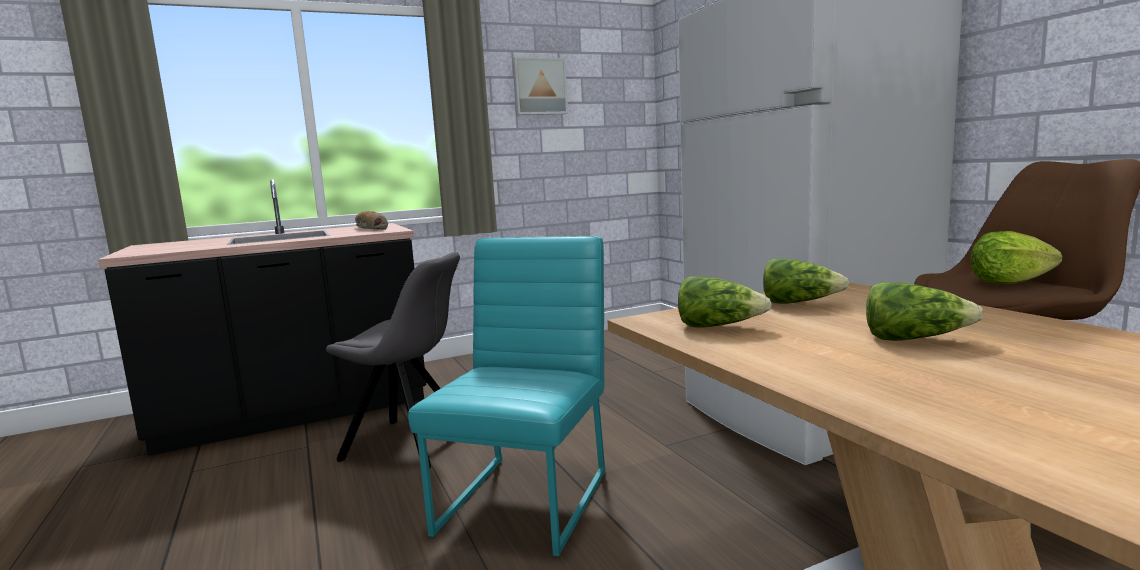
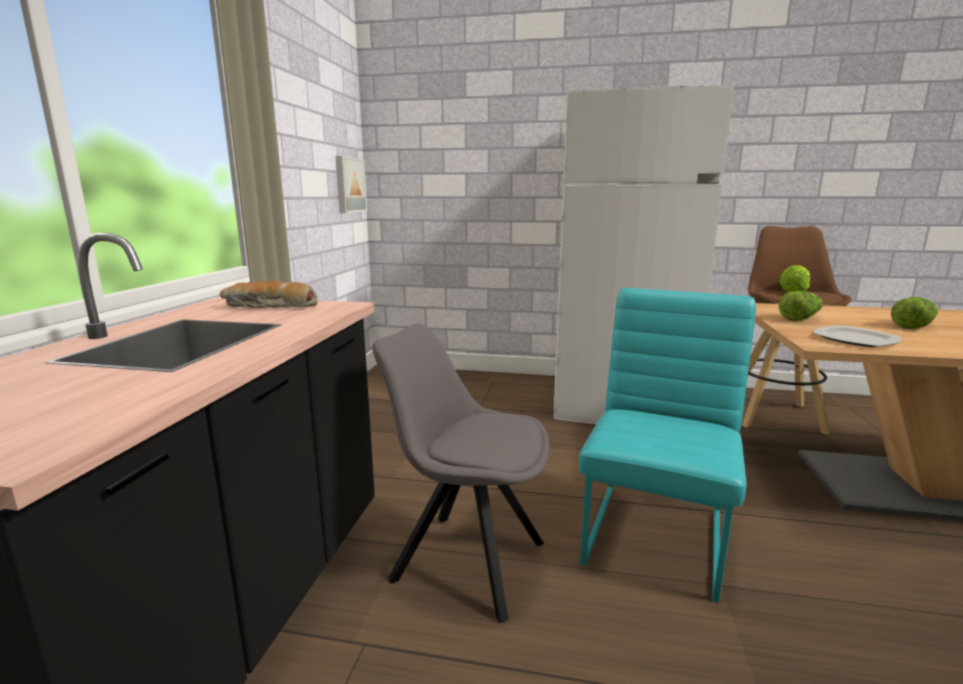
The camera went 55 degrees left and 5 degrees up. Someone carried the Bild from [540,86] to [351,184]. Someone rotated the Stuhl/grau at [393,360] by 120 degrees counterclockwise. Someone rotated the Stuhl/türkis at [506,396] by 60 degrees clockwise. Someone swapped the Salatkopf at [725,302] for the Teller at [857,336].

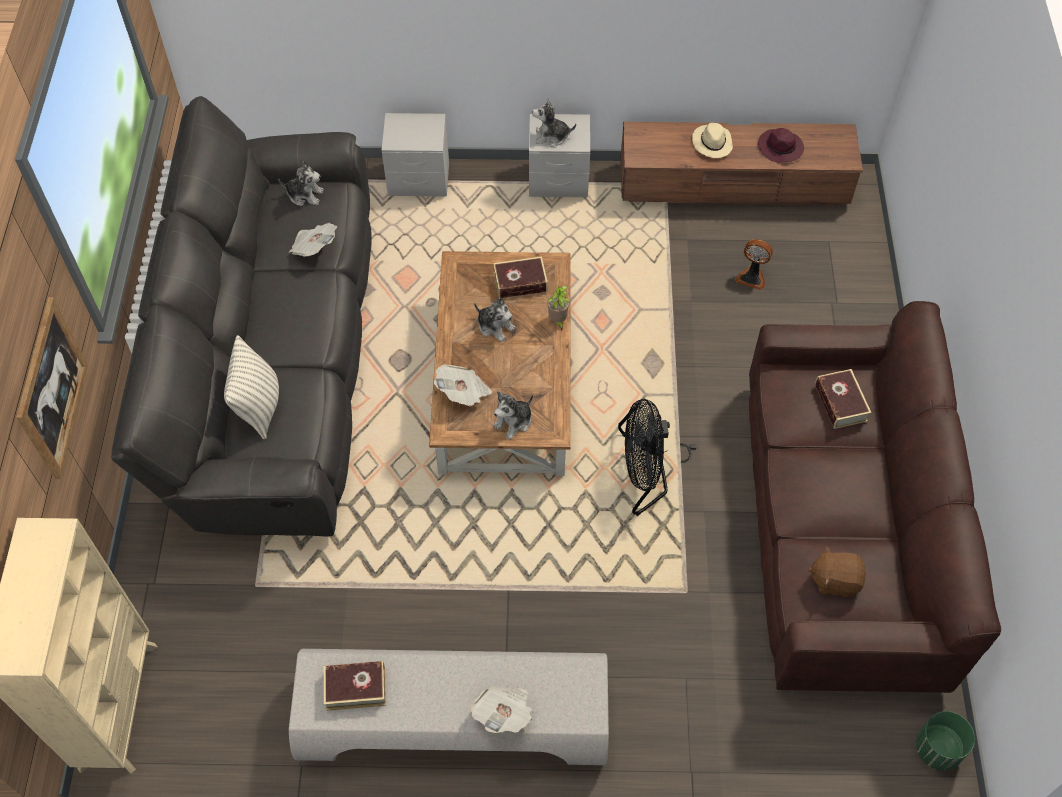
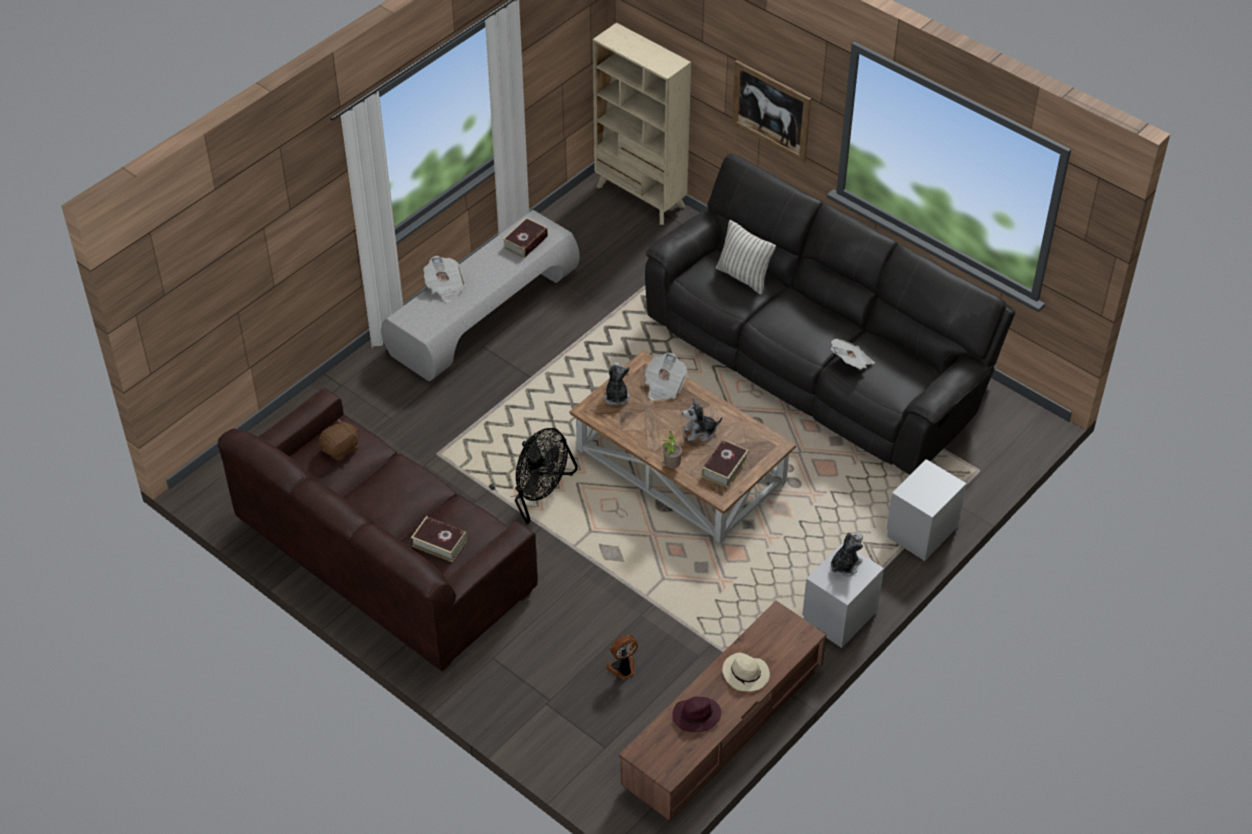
The camera went 130 degrees right and 10 degrees down. Someone rotated the Ventilator/schwarz at [658,457] by 90 degrees clockwise. Someone took away the Plüschtier at [301,183]. Someone took away the Pflanzkübel/grün at [945,741].

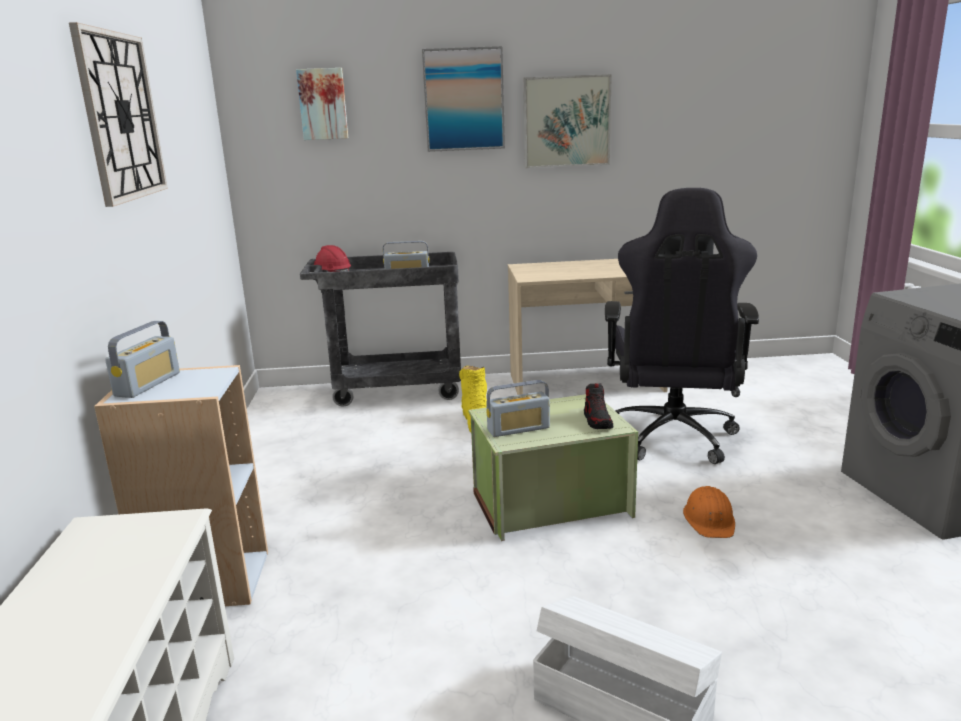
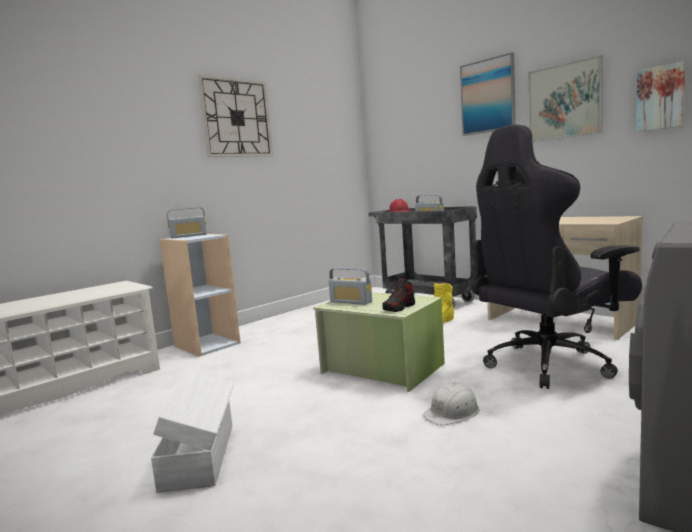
The camera went 50 degrees right and 10 degrees down. Someone repainted the Schutzhelm/orange at [709,512], which became the Schutzhelm/weiß at [450,404]. Someone carried the Bild from [322,104] to [661,96].

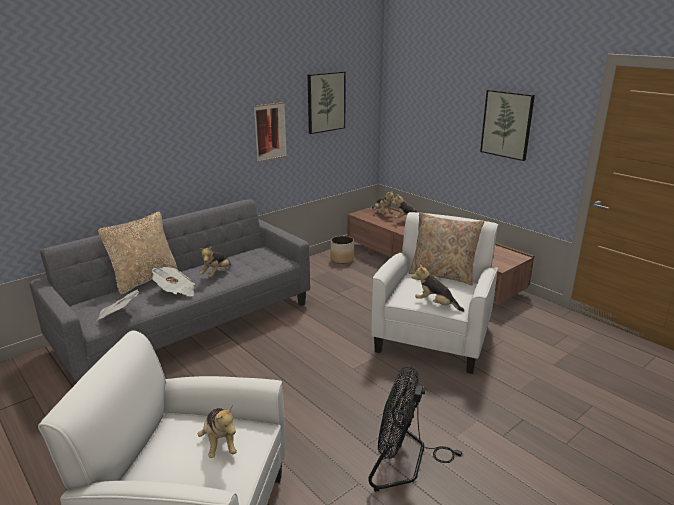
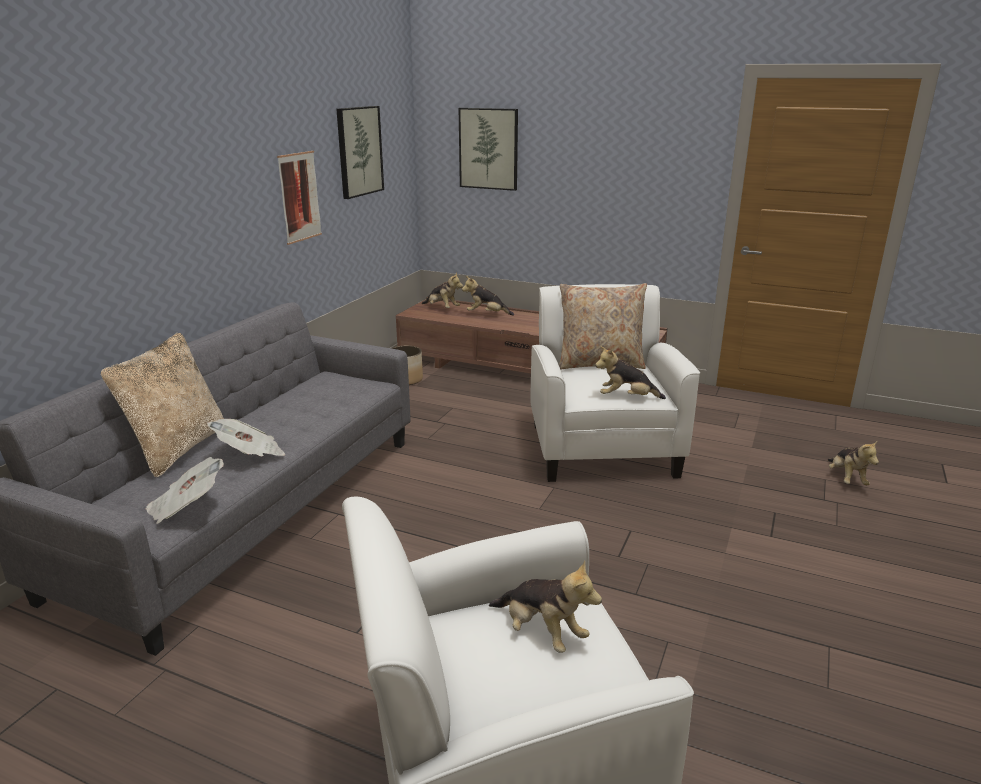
The camera went 25 degrees left and 0 degrees up. Someone carried the Bild from [507,125] to [488,149]. Someone carried the Plüschtier from [215,262] to [853,462]. Someone took away the Ventilator/schwarz at [416,429].

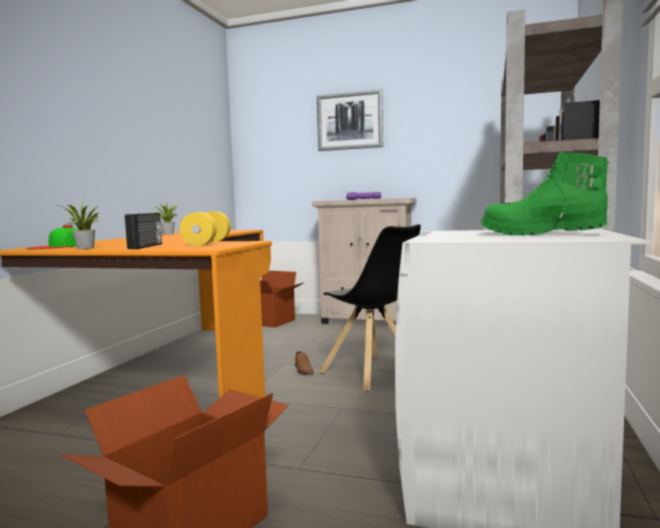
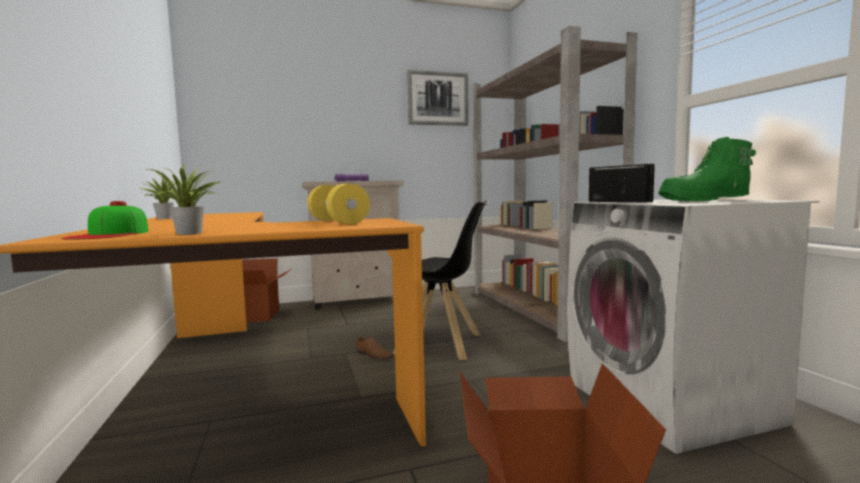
The camera went 35 degrees left and 0 degrees up. Someone carried the Bild from [350,120] to [437,98]. Someone carried the Radio from [143,231] to [622,183].

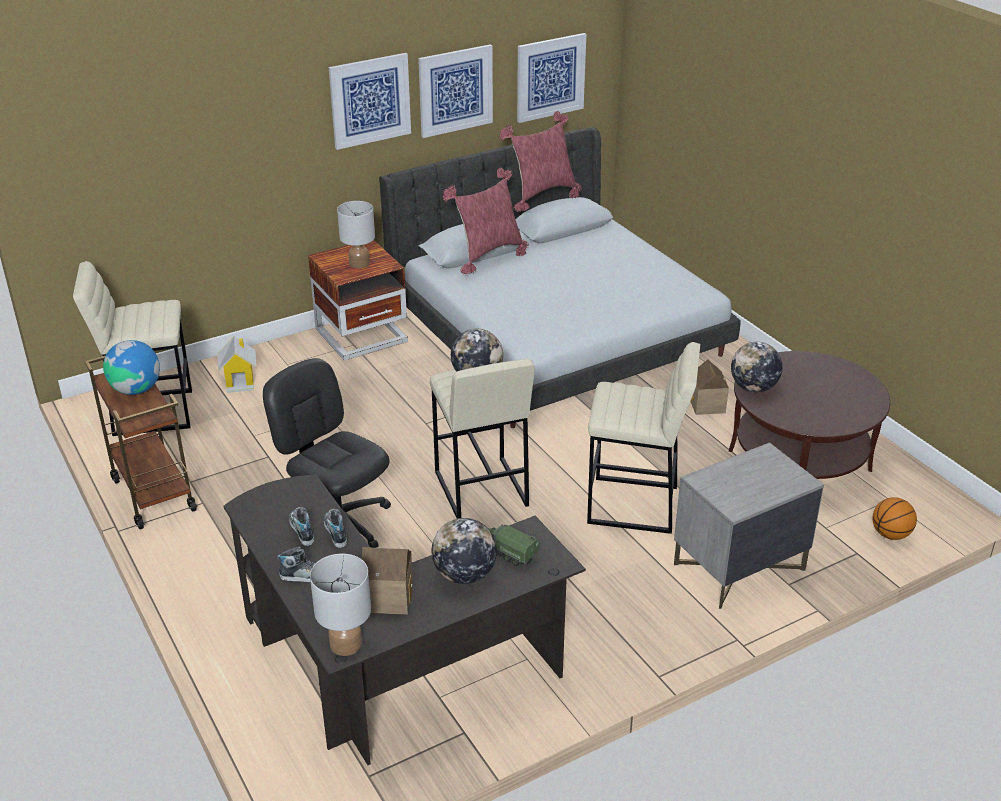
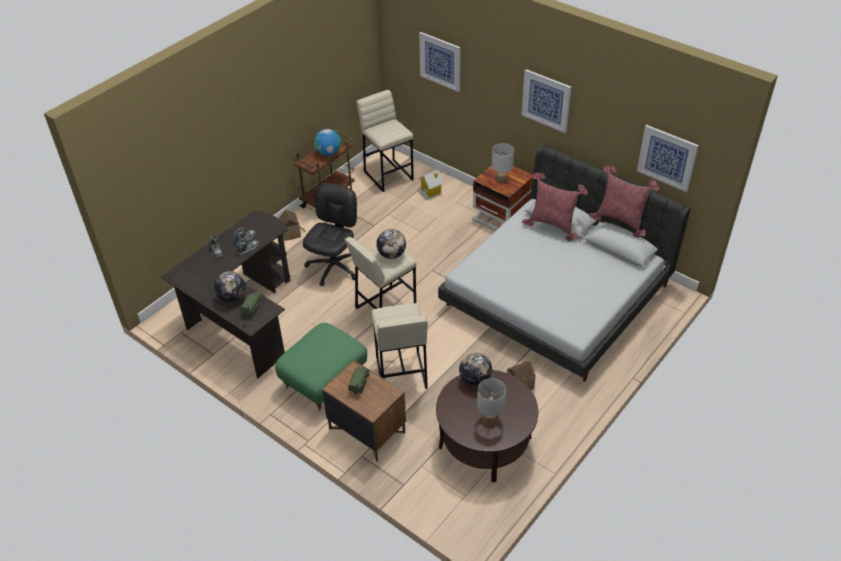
The camera went 70 degrees right and 10 degrees up. Someone put down the Polsterhocker/grün at [321,366]. Someone carried the Spielzeughaus from [387,581] to [292,225]. Someone repainted the Nachttisch/grau at [749,525], which became the Nachttisch/braun at [364,411]. Someone put down the Spielzeuglaster at [359,380]. Someone carried the Bild from [455,91] to [440,62]. Someone carried the Tischlampe/grau from [340,605] to [491,401]. Someone took away the Basketball at [895,518].

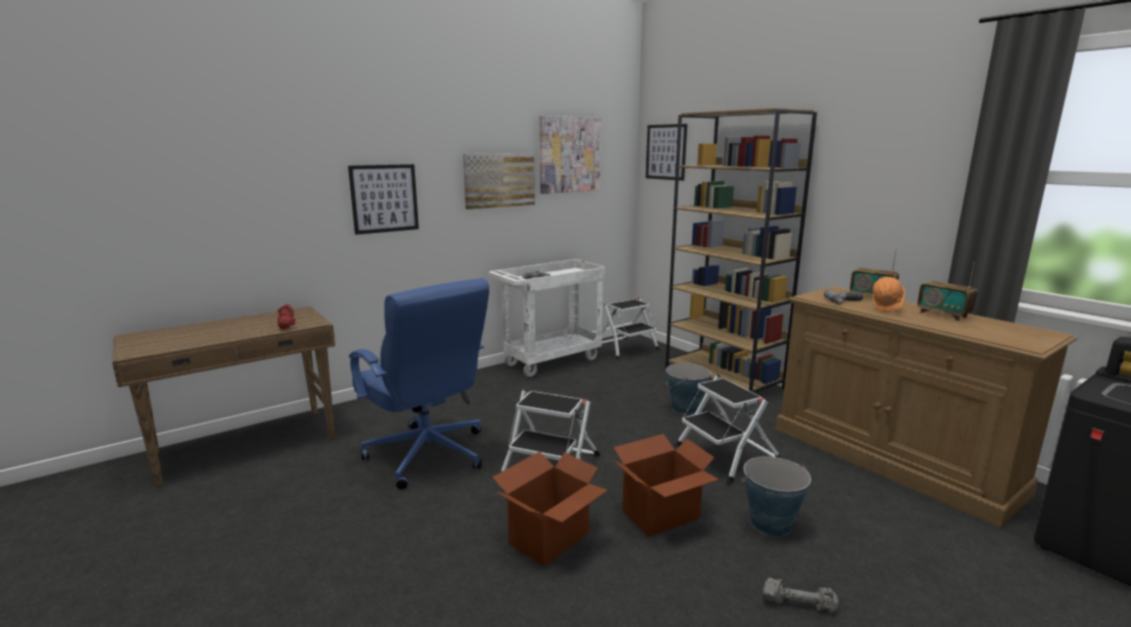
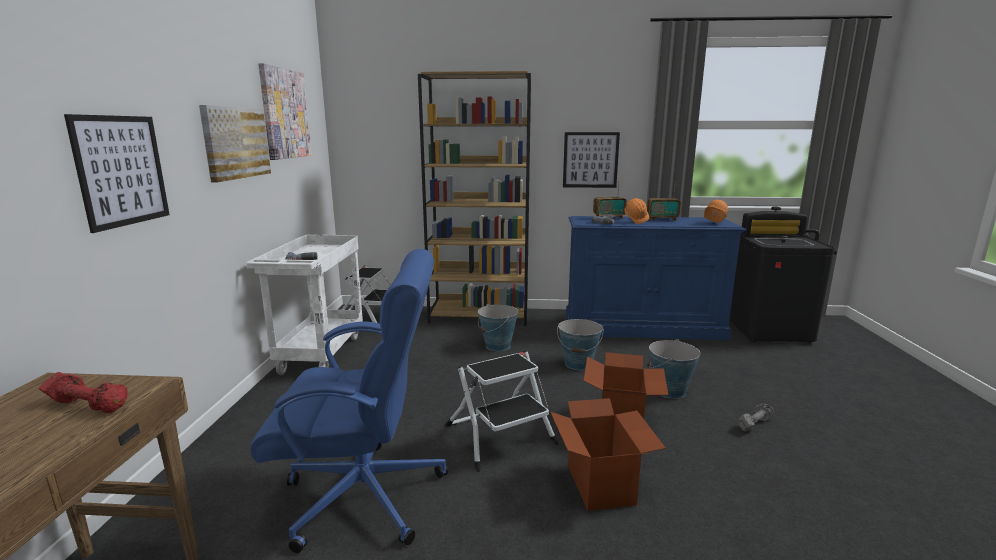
The camera went 50 degrees left and 0 degrees up. Someone swapped the Trittleiter at [728,429] for the Eimer at [580,344]. Someone carried the Bild from [666,152] to [591,160]. Someone repainted the Schrank/braun at [926,407], which became the Schrank/blau at [656,278]. Someone put down the Schutzhelm/orange at [716,211].

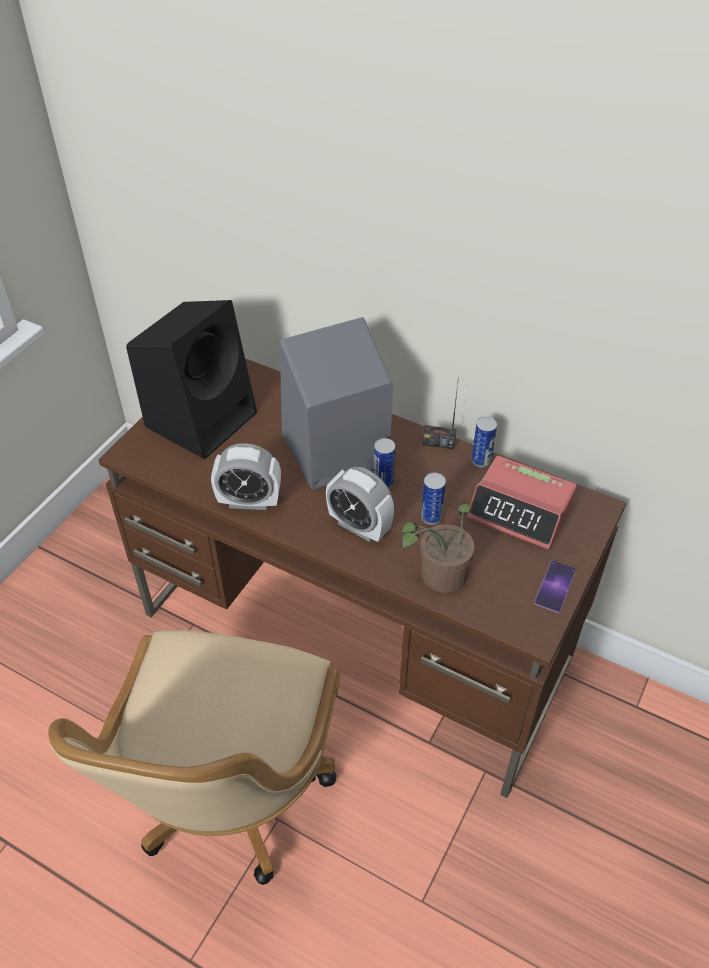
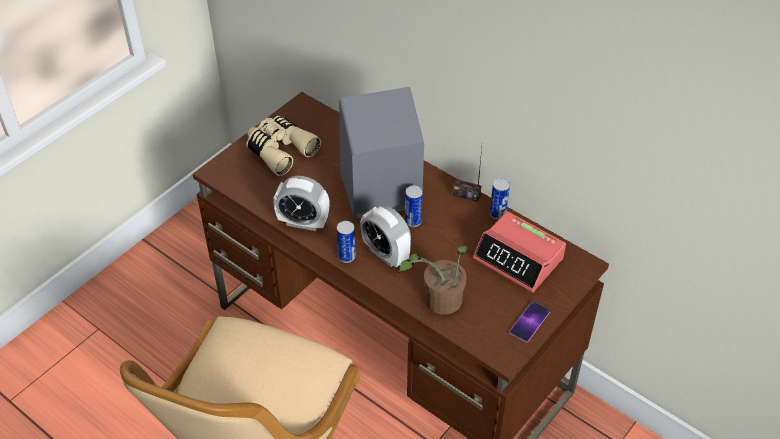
The camera went 10 degrees right and 0 degrees up. Someone swapped the Lautsprecher/schwarz at [191,379] for the Fernglas/beige at [283,146]. Someone carried the Dose from [433,499] to [346,242].

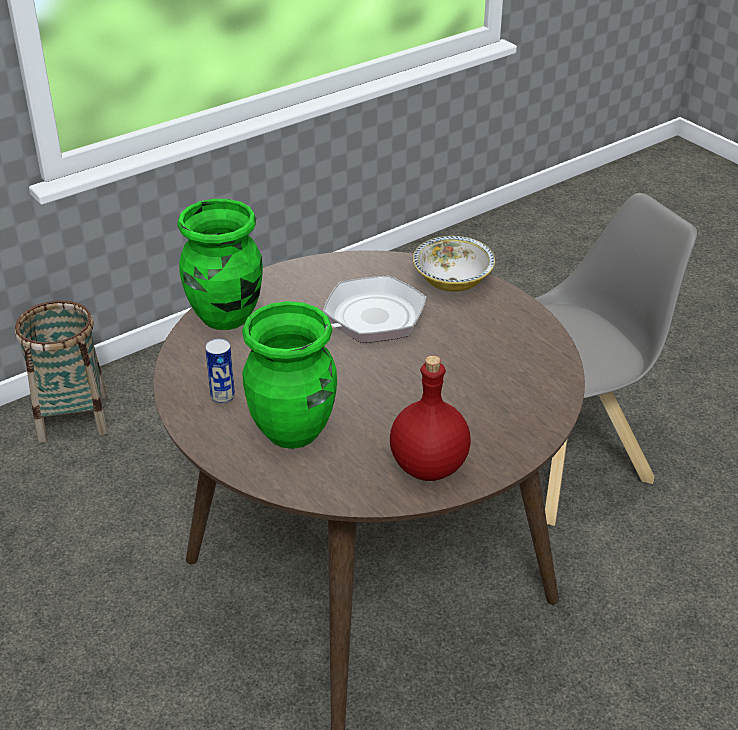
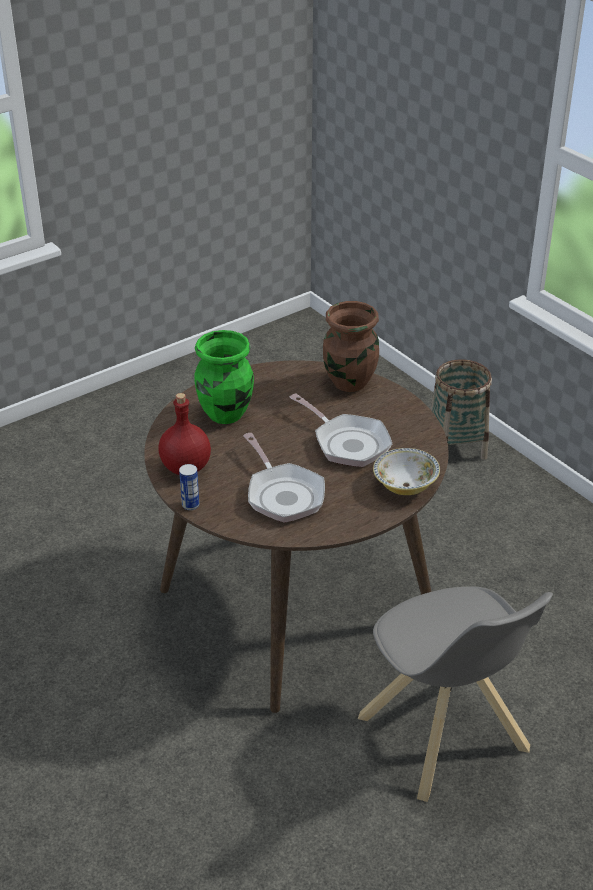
The camera went 90 degrees right and 0 degrees up. Someone carried the Dose from [220,371] to [189,487]. Someone put down the Pfanne at [284,478]. Someone repainted the Vase/grün at [220,264], which became the Vase/braun at [351,346].

